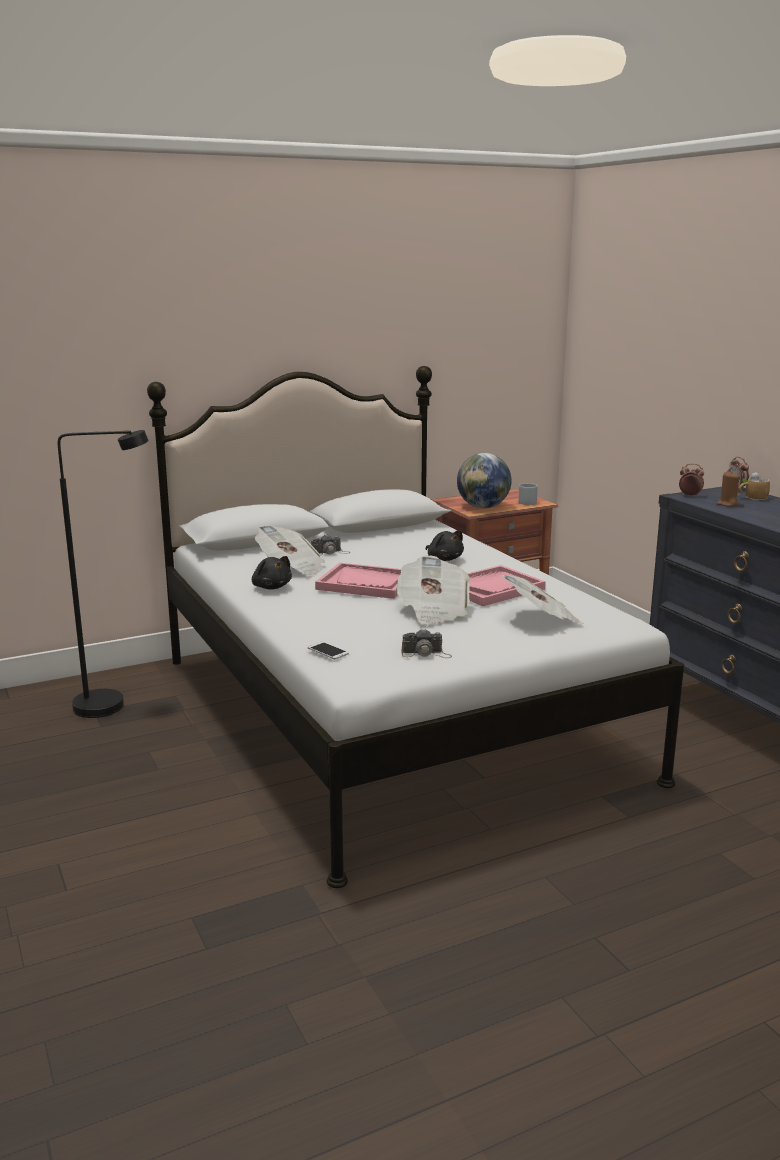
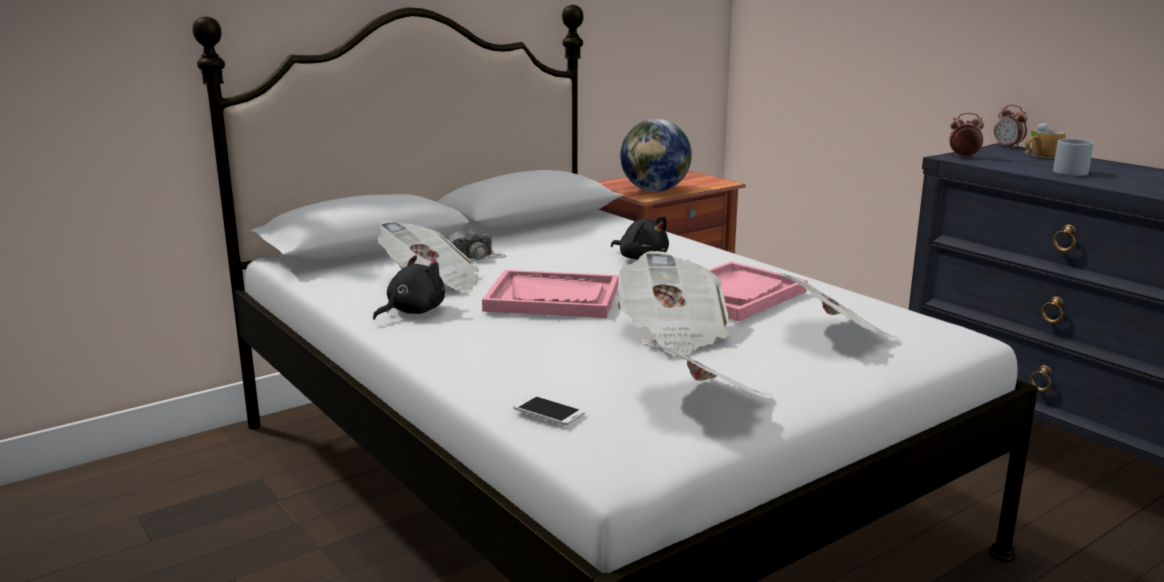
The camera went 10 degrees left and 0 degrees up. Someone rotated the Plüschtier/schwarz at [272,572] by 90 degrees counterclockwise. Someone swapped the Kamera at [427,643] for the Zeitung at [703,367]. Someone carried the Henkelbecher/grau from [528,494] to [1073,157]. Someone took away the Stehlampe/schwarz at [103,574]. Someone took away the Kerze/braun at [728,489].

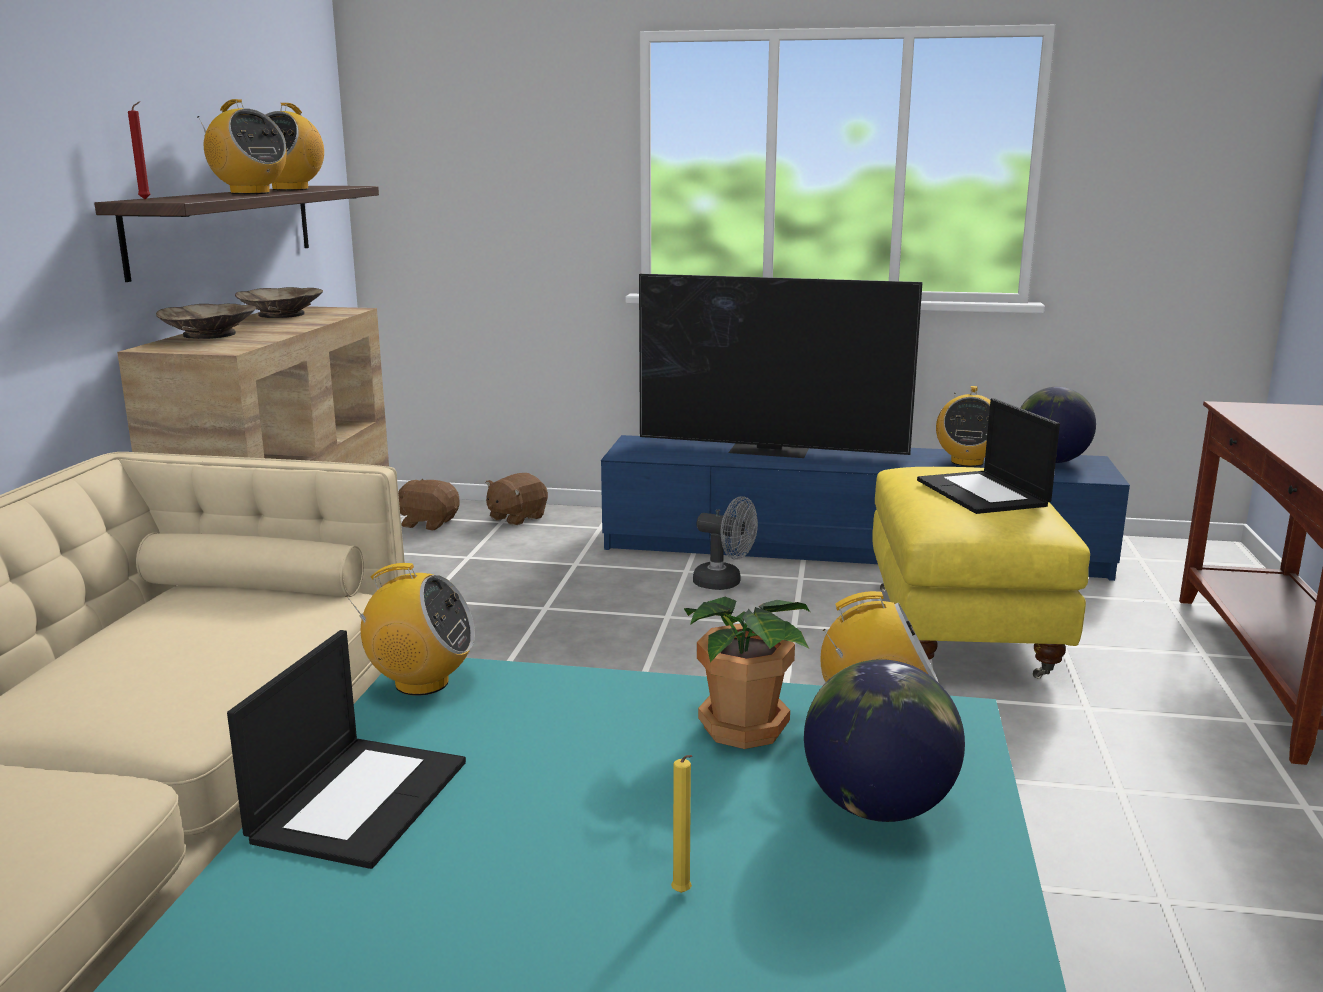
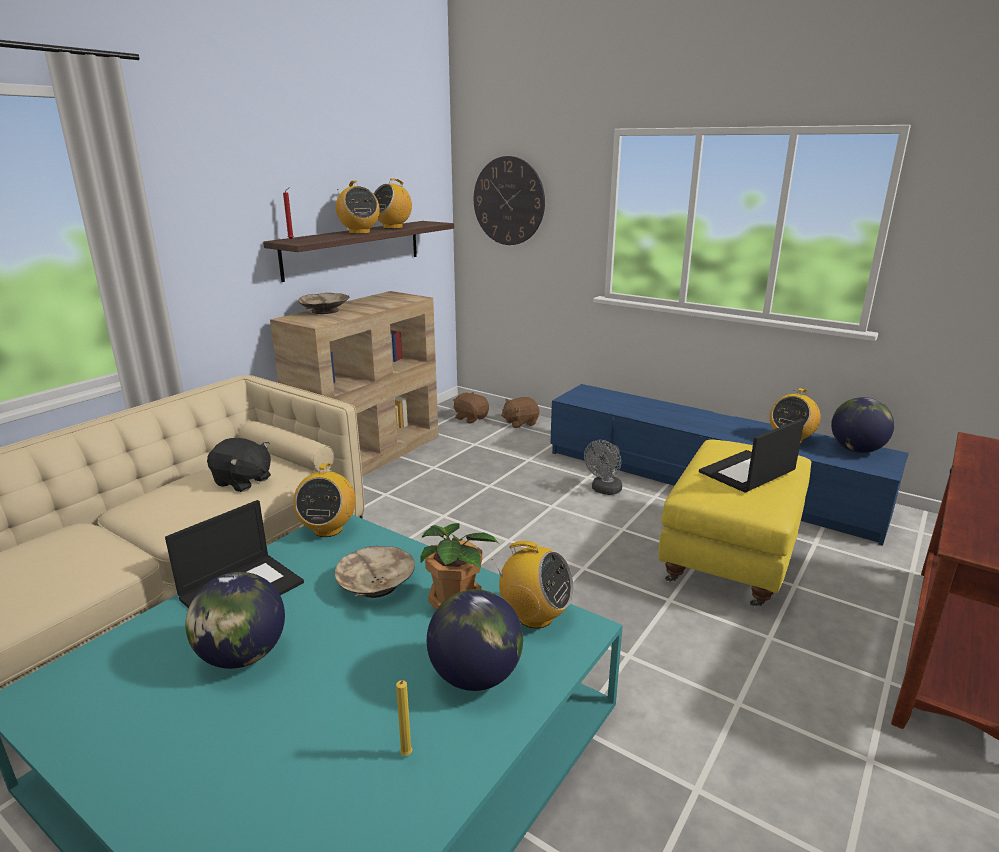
The camera went 25 degrees right and 5 degrees up. Someone put down the Globus at [235,620]. Someone put down the Plüschtier/schwarz at [239,465]. Someone rotated the Radio at [410,629] by 60 degrees clockwise. Someone carried the Schüssel/beige from [279,302] to [375,572]. Someone carried the Kerze/gelb from [681,824] to [404,718]. Someone put up the Wanduhr at [509,200]. Someone rotated the Ventilator/grau at [725,543] by 75 degrees clockwise. Someone rotated the Laptop at [988,456] by 45 degrees clockwise. Someone took away the Fernseher at [780,366].

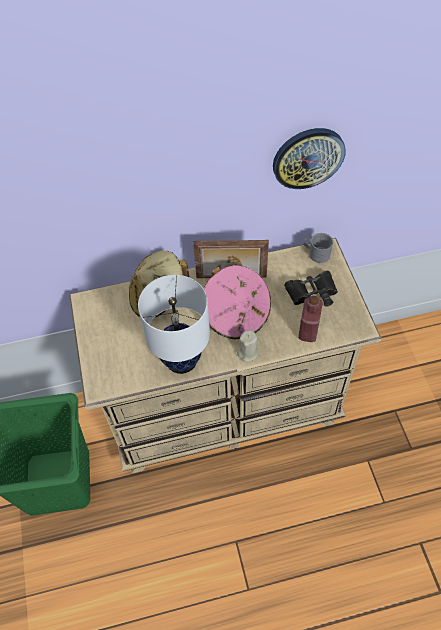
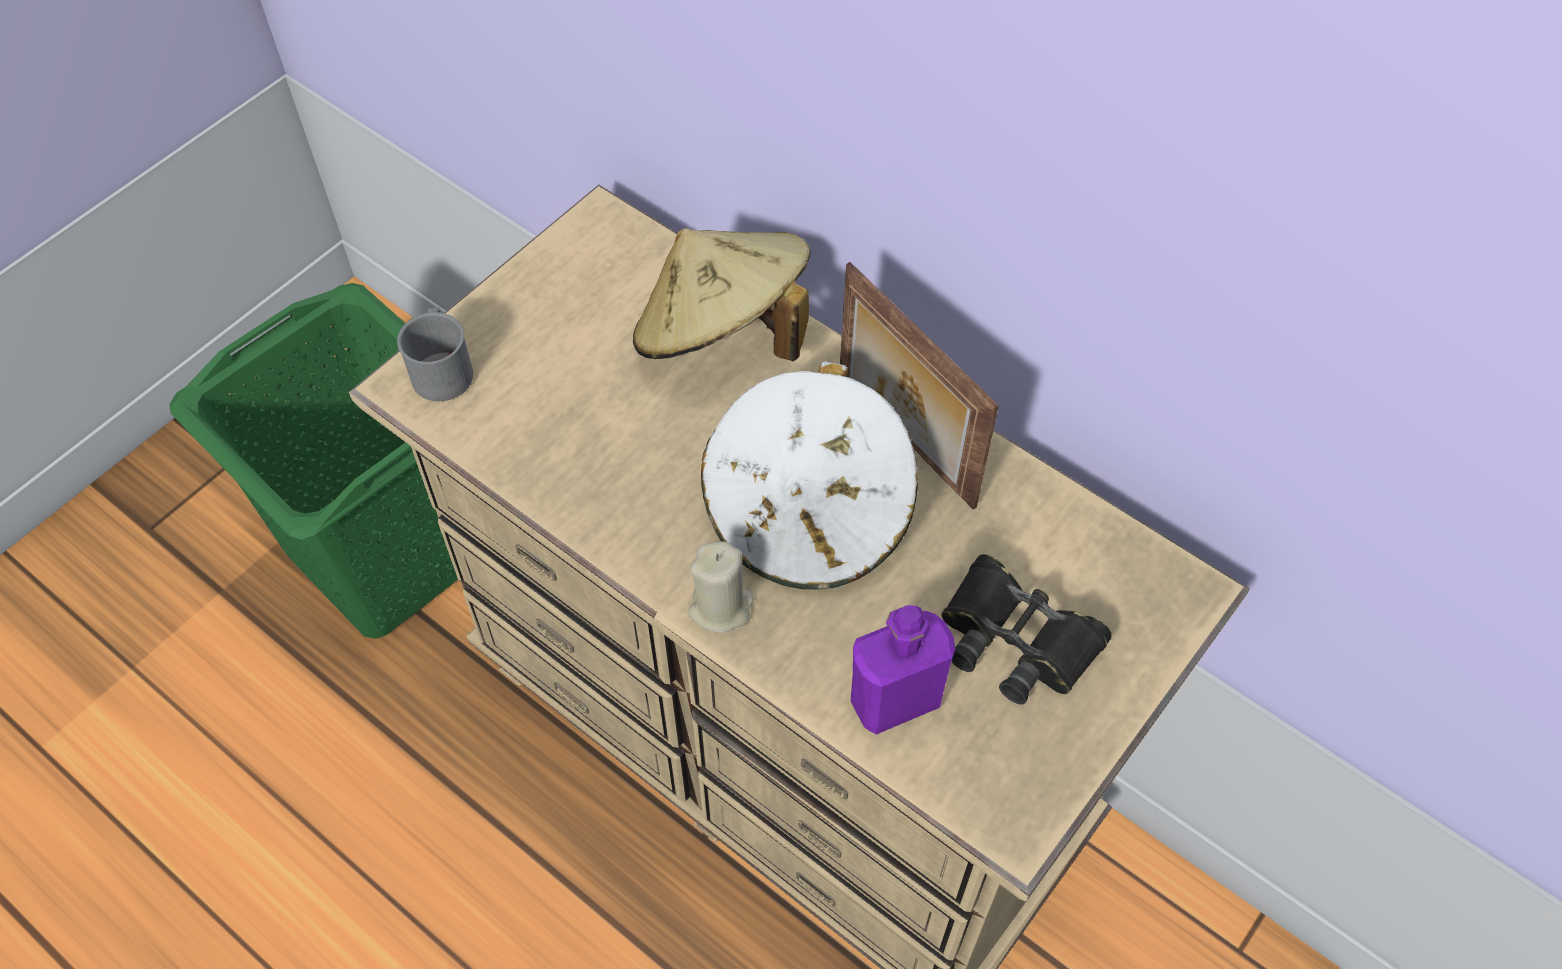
The camera went 50 degrees right and 0 degrees up. Someone carried the Henkelbecher/grau from [318,248] to [435,354]. Someone repainted the Hut/rosa at [237,302], which became the Hut/weiß at [809,475]. Someone repainted the Flasche/rot at [310,318], which became the Flasche/lila at [903,670]. Someone took away the Tischlampe/weiß at [174,324]. Someone took away the Wanduhr at [309,158].

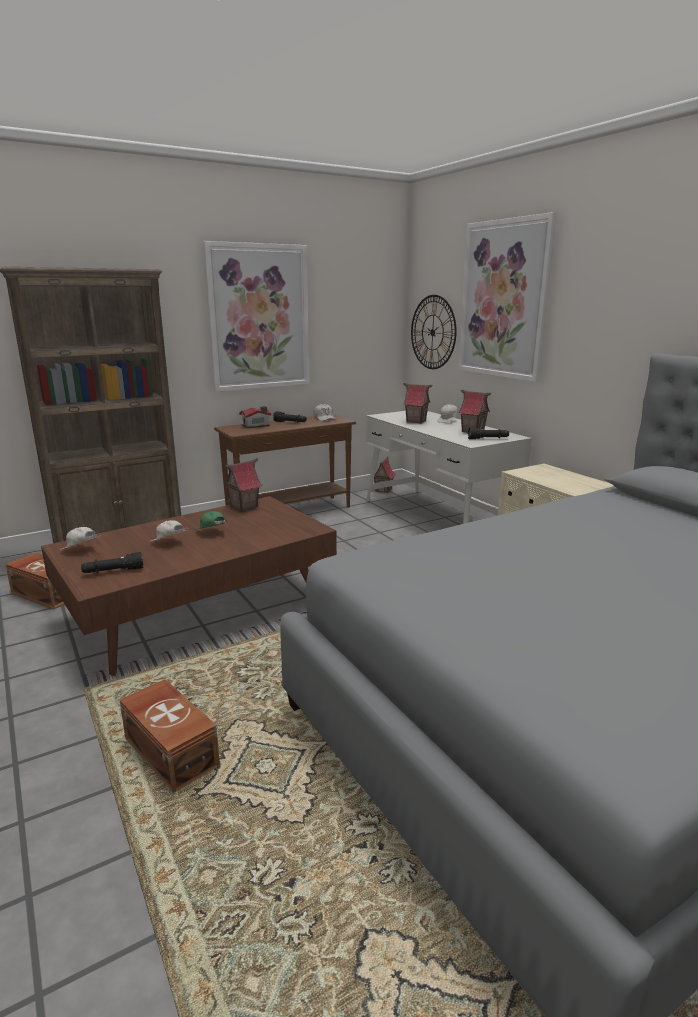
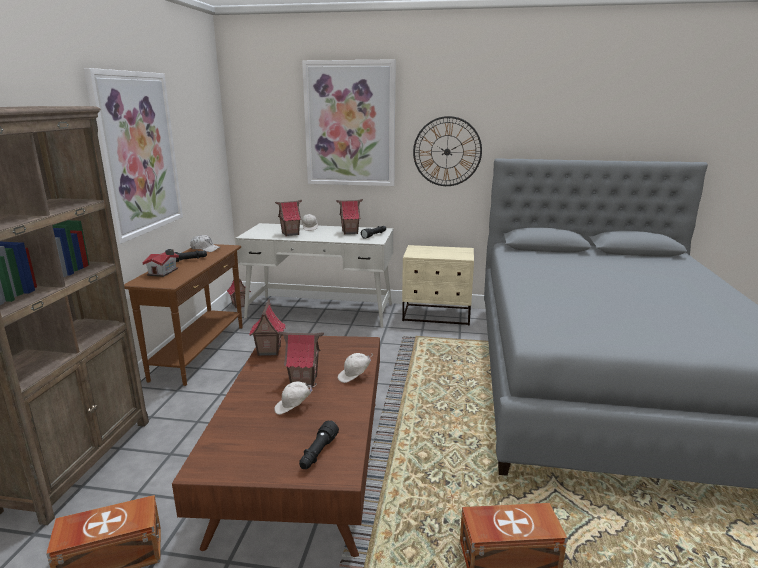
The camera went 50 degrees left and 0 degrees up. Someone swapped the Kappe/grün at [212,520] for the Spielzeughaus at [301,359]. Someone carried the Kappe/weiß from [80,538] to [355,368]. Someone carried the Wanduhr from [434,332] to [447,151].

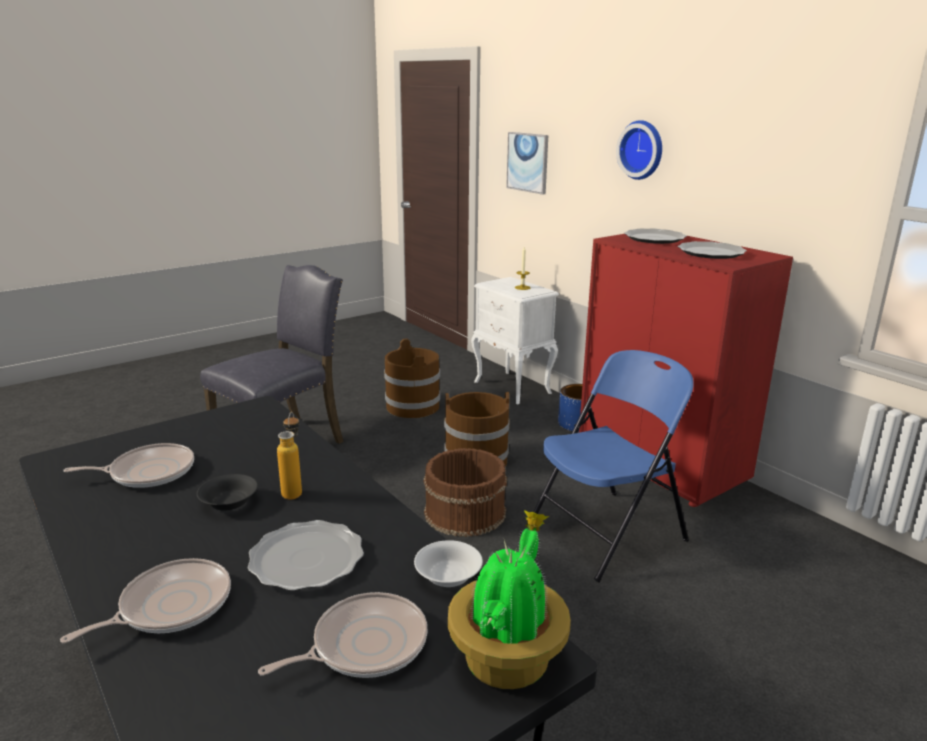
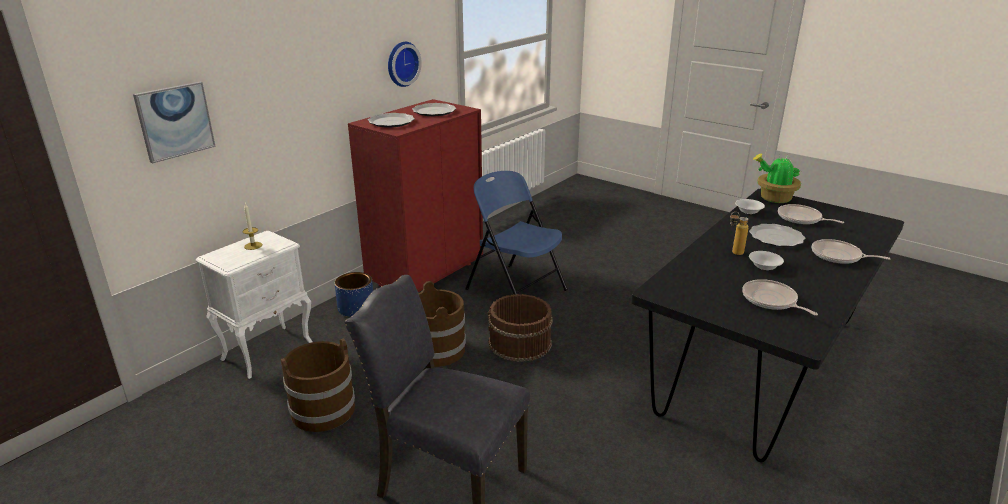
The camera went 105 degrees left and 5 degrees up. Someone carried the Wanduhr from [639,150] to [405,64]. Someone repainted the Schüssel/schwarz at [227,492], which became the Schüssel/weiß at [766,260].

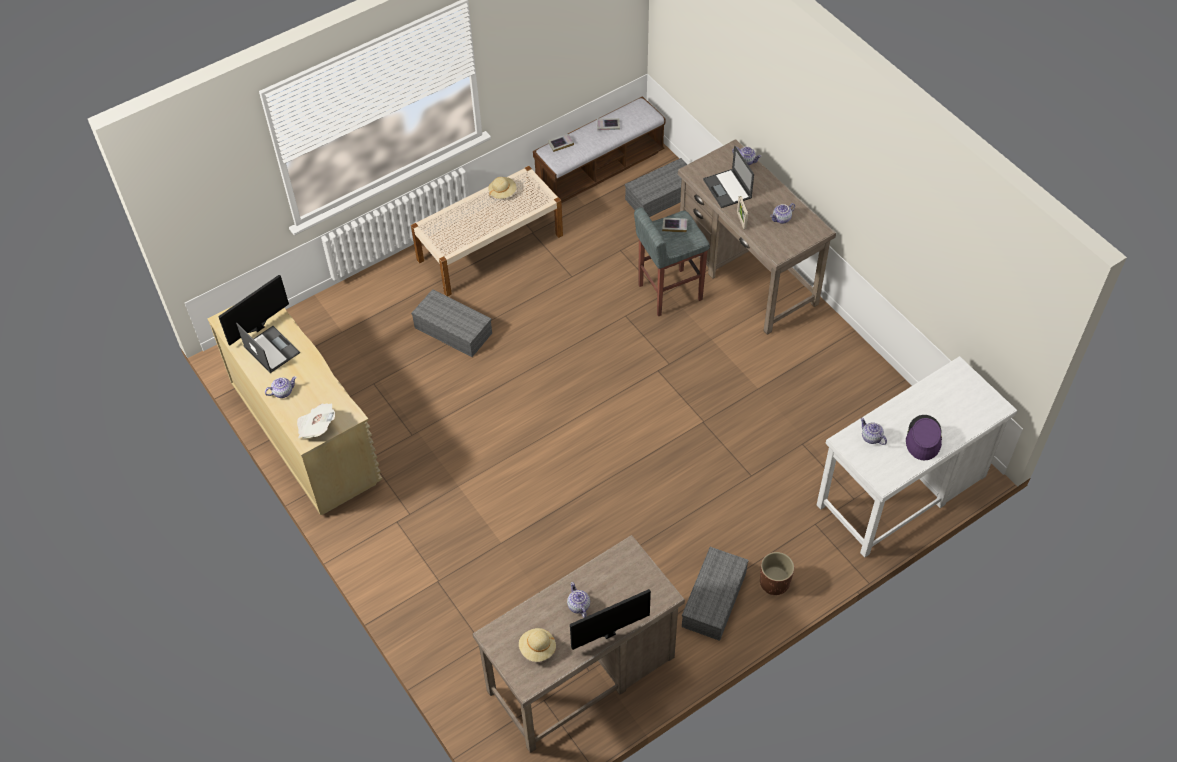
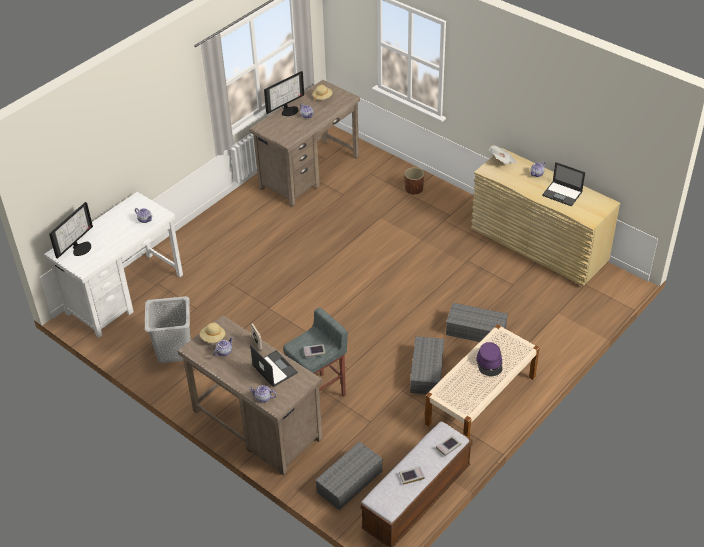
The camera went 165 degrees right and 10 degrees down. Someone carried the Monitor from [253,310] to [71,230]. Someone put down the Wäschekorb/grau at [168,329]. Someone carried the Hut/beige from [502,188] to [212,333]. Someone carried the Pflanzkübel/braun from [777,573] to [414,181]. Someone carried the Aufbewahrungsbox/grau from [715,594] to [427,365]. Someone carried the Hut/lila from [924,437] to [489,359].

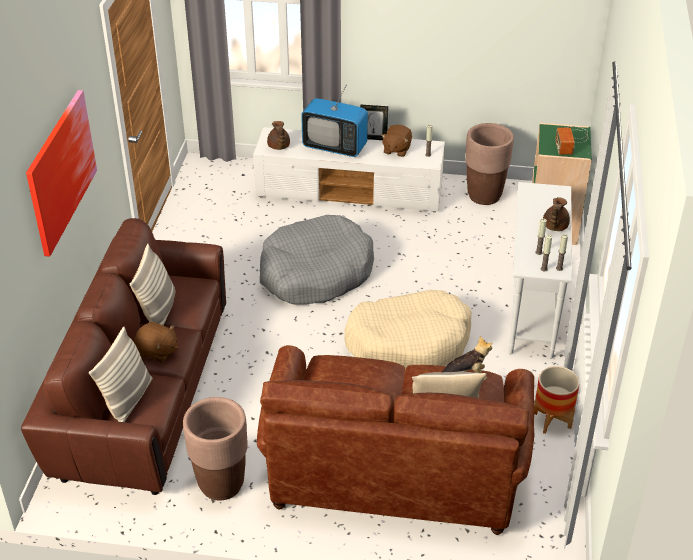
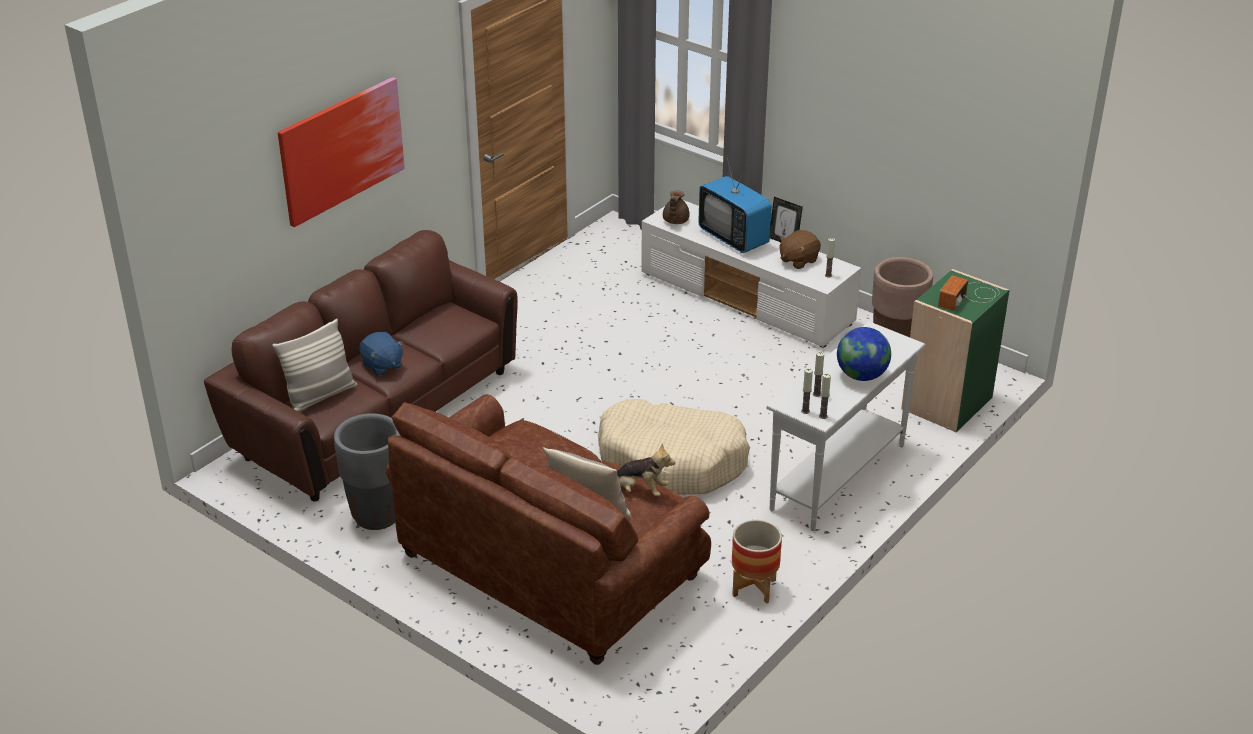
The camera went 30 degrees right and 5 degrees down. Someone repainted the Pflanzkübel/braun at [215,449], which became the Pflanzkübel/grau at [367,471]. Someone repainted the Plüschtier/braun at [156,342], which became the Plüschtier/blau at [381,354]. Someone swapped the Teekanne/braun at [556,214] for the Globus at [864,354]. Someone took away the Kissen at [153,285]. Someone took away the Hundebett/grau at [317,260].

